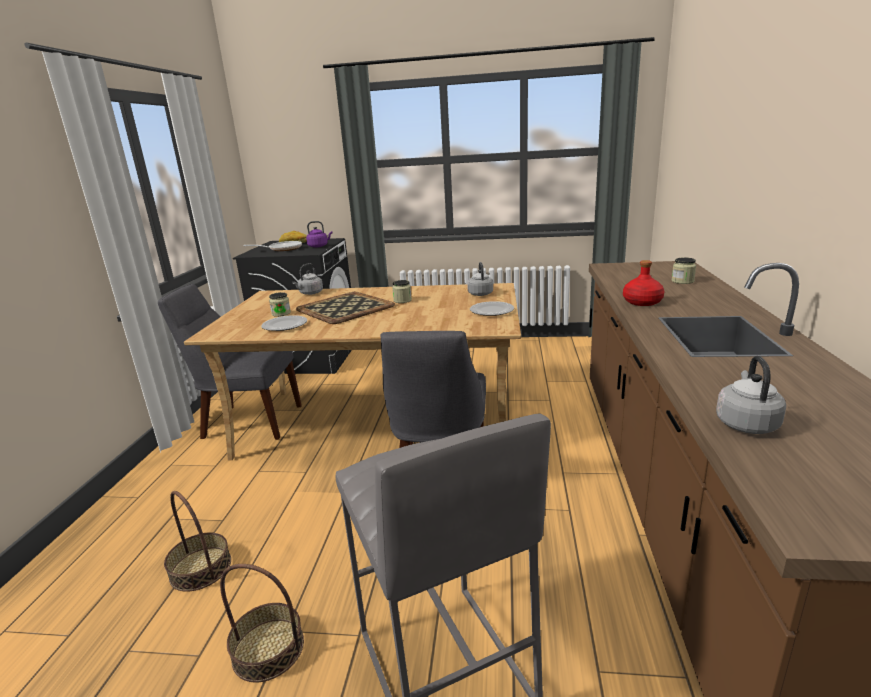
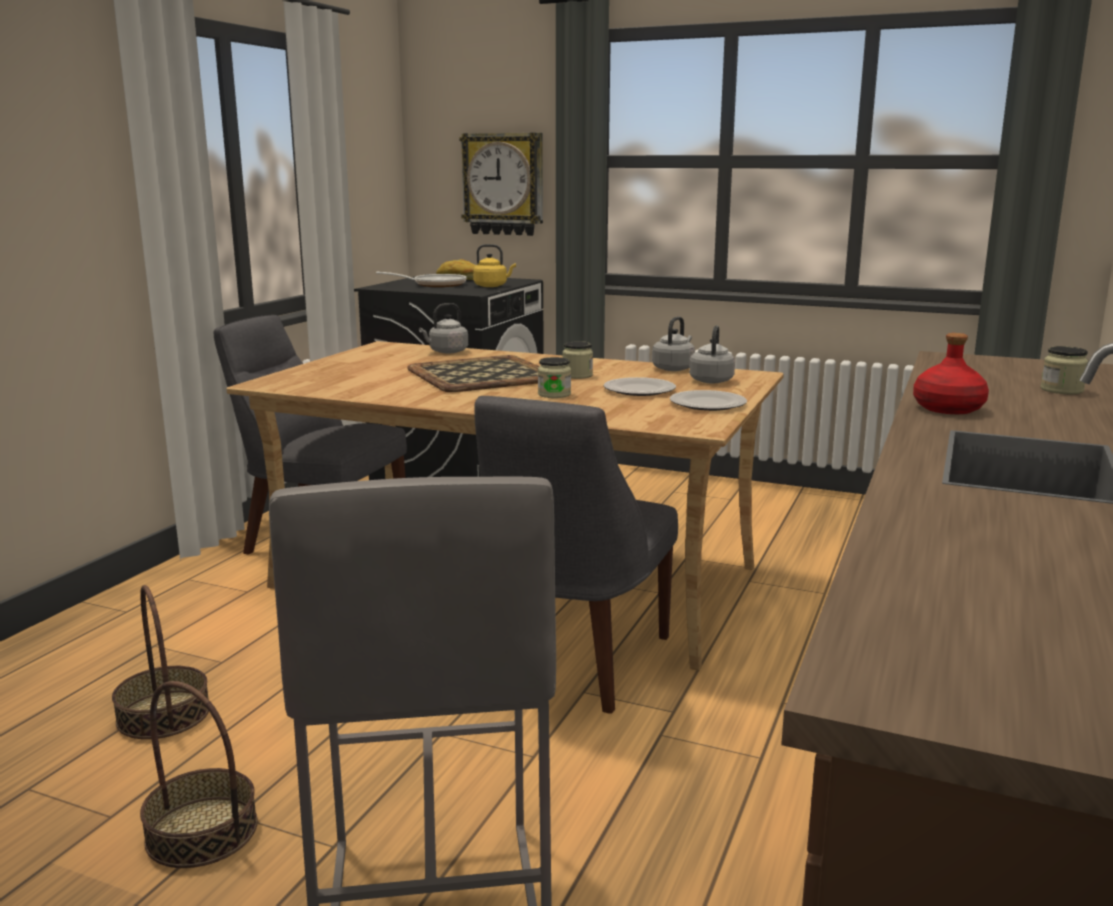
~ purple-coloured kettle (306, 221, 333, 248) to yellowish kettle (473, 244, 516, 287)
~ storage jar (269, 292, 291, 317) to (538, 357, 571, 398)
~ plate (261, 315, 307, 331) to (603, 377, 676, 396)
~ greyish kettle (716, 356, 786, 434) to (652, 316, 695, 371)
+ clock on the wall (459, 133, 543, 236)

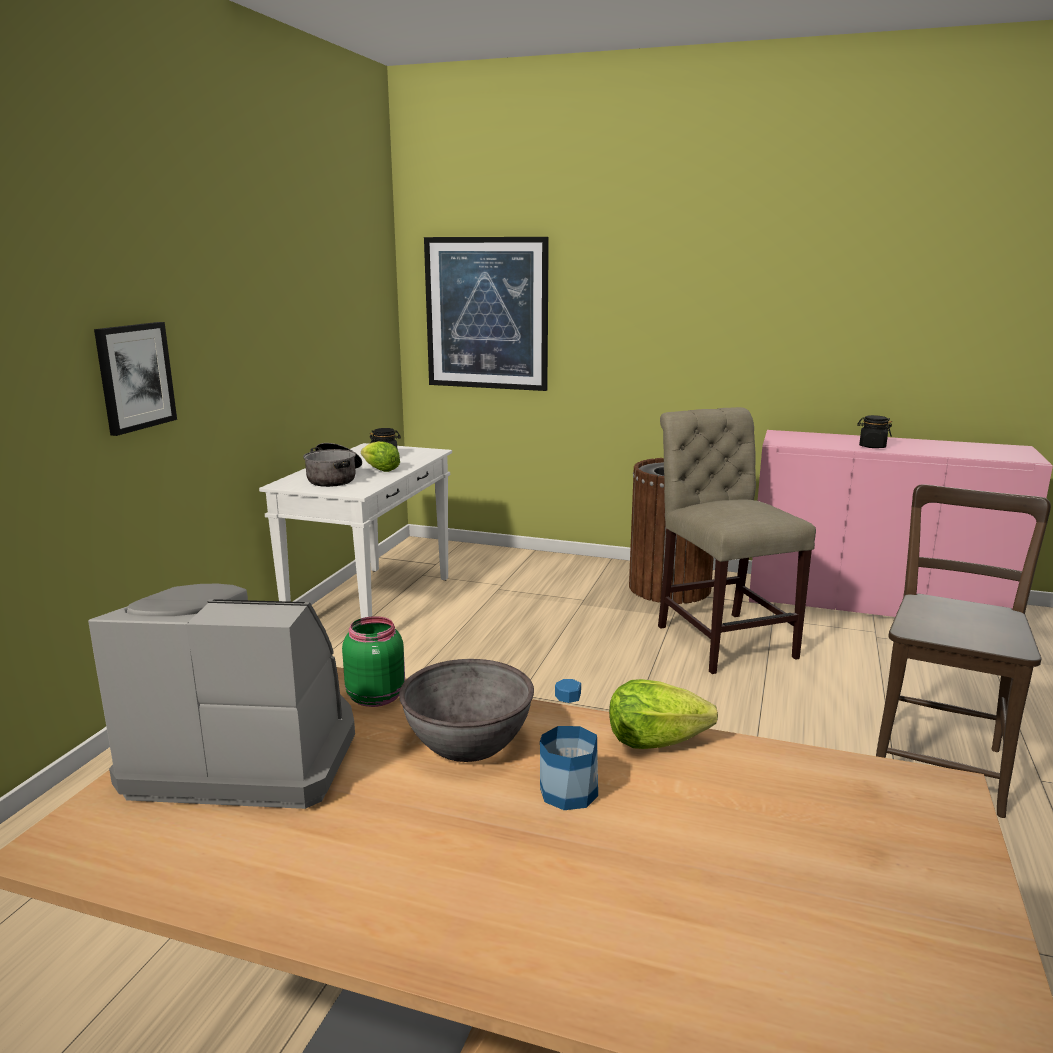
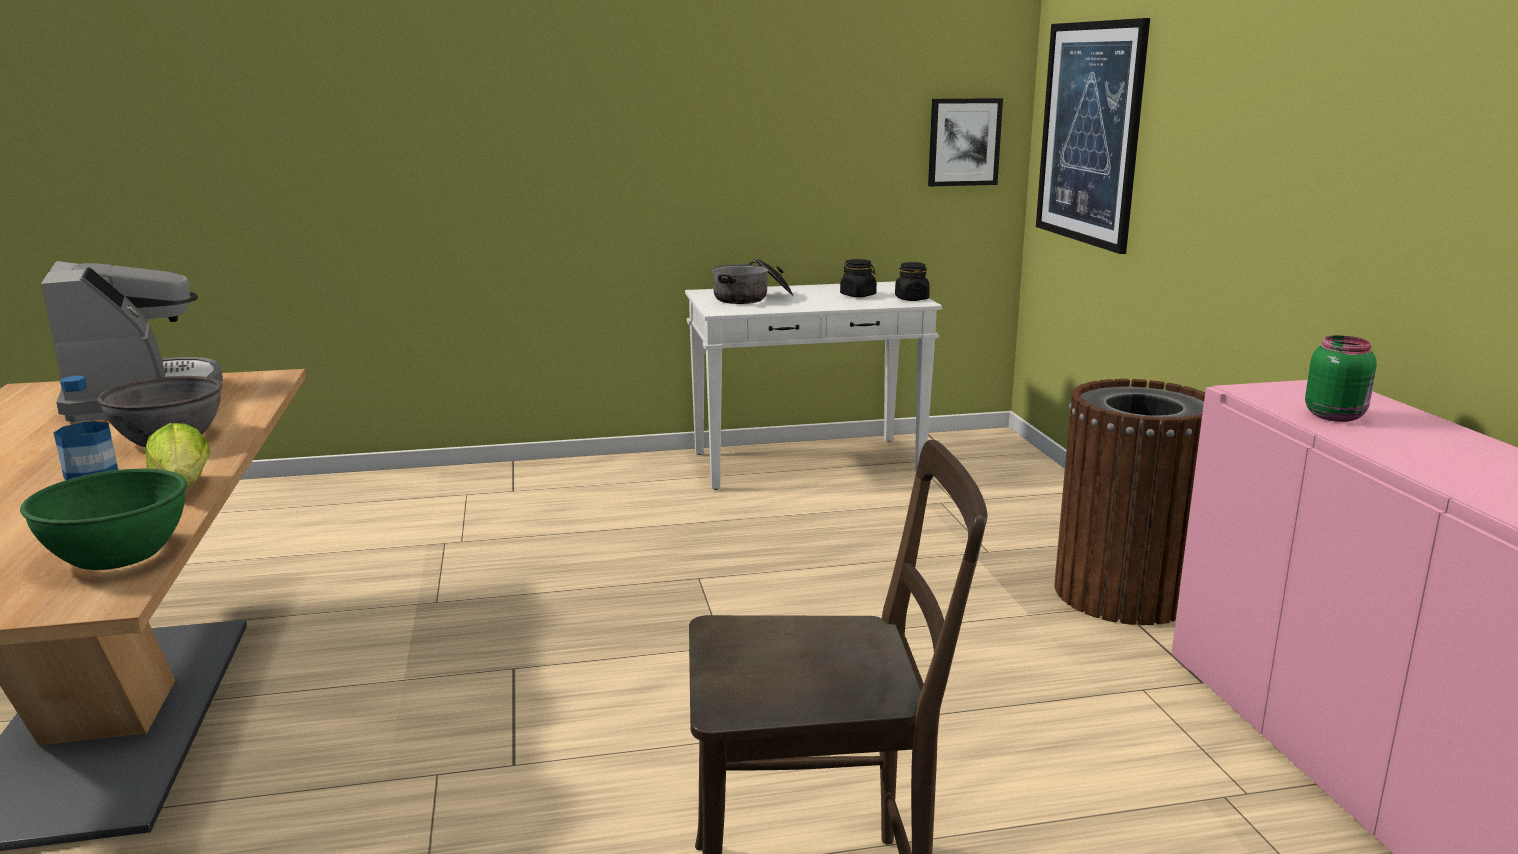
~ wall picture (94, 322, 177, 436) to (928, 98, 1003, 186)
- beige-coloured upright chair (658, 407, 816, 674)
~ blackish storage jar (857, 415, 892, 448) to (895, 262, 930, 301)
- lettuce (361, 441, 400, 472)
~ green storage jar (342, 616, 405, 707) to (1305, 336, 1377, 422)
+ green serving bowl (20, 469, 187, 570)

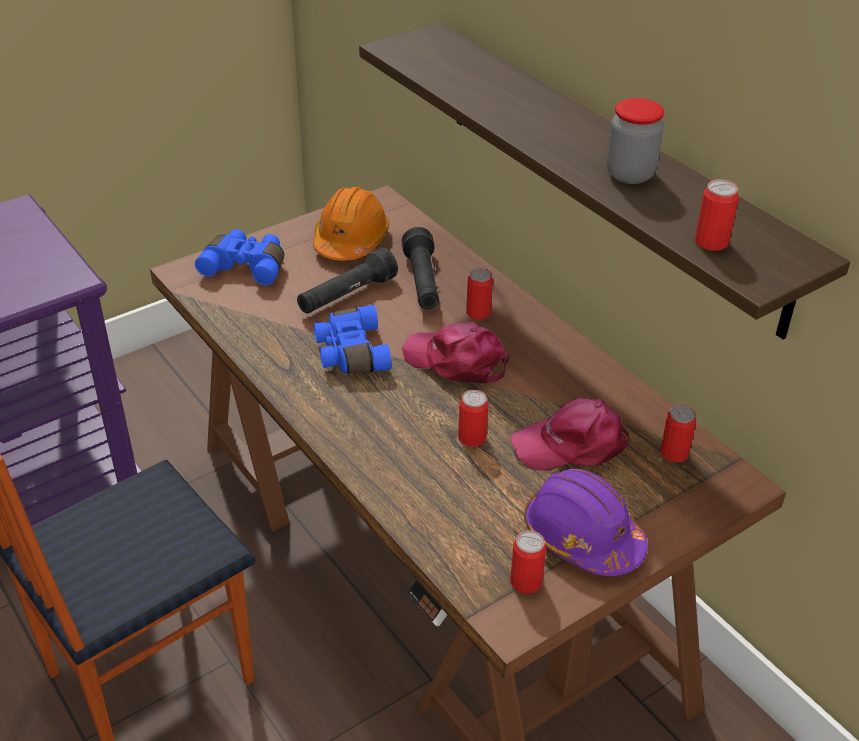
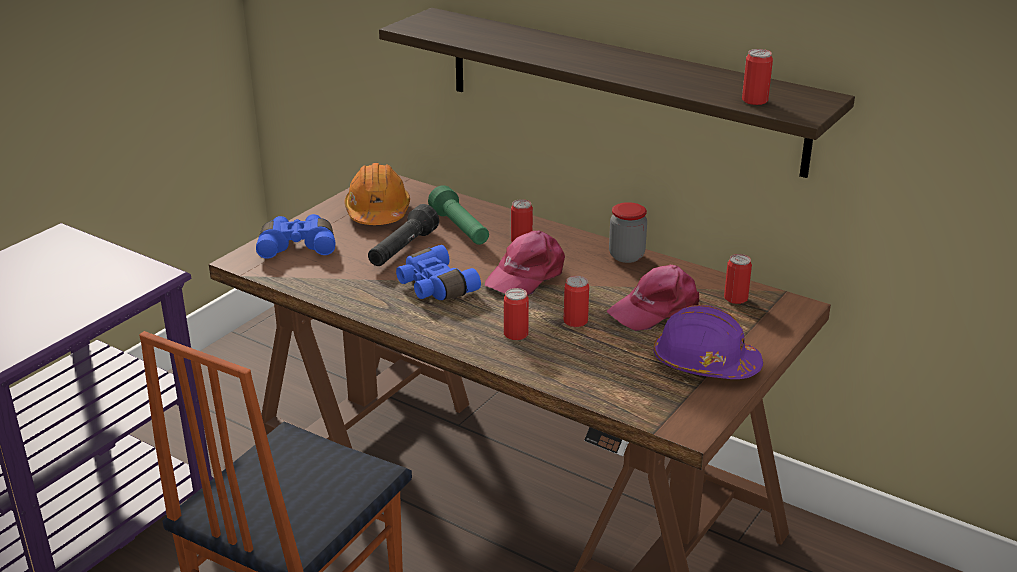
~ storage jar (607, 98, 665, 184) to (609, 202, 647, 263)
~ blackish hand torch (402, 227, 439, 309) to green hand torch (428, 185, 489, 245)
~ pink baseball cap (402, 322, 510, 383) = (485, 231, 565, 295) 60 degrees counterclockwise
~ metal can (510, 530, 546, 594) to (504, 288, 529, 340)

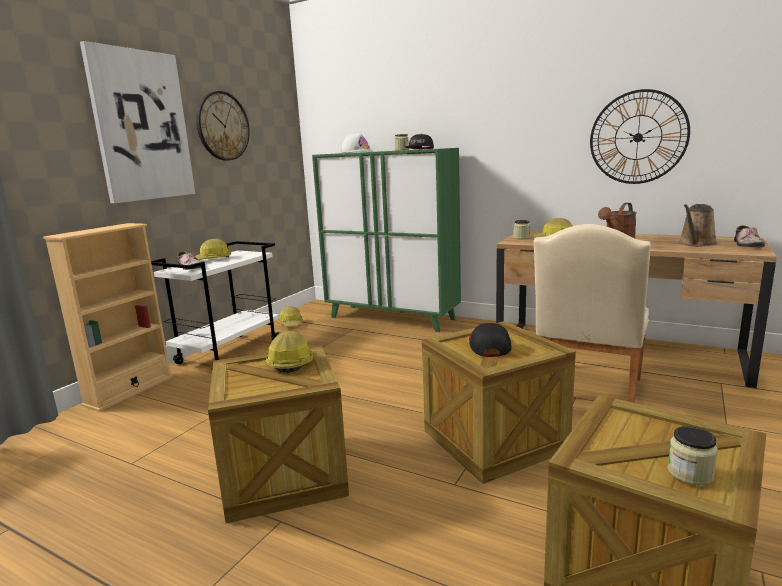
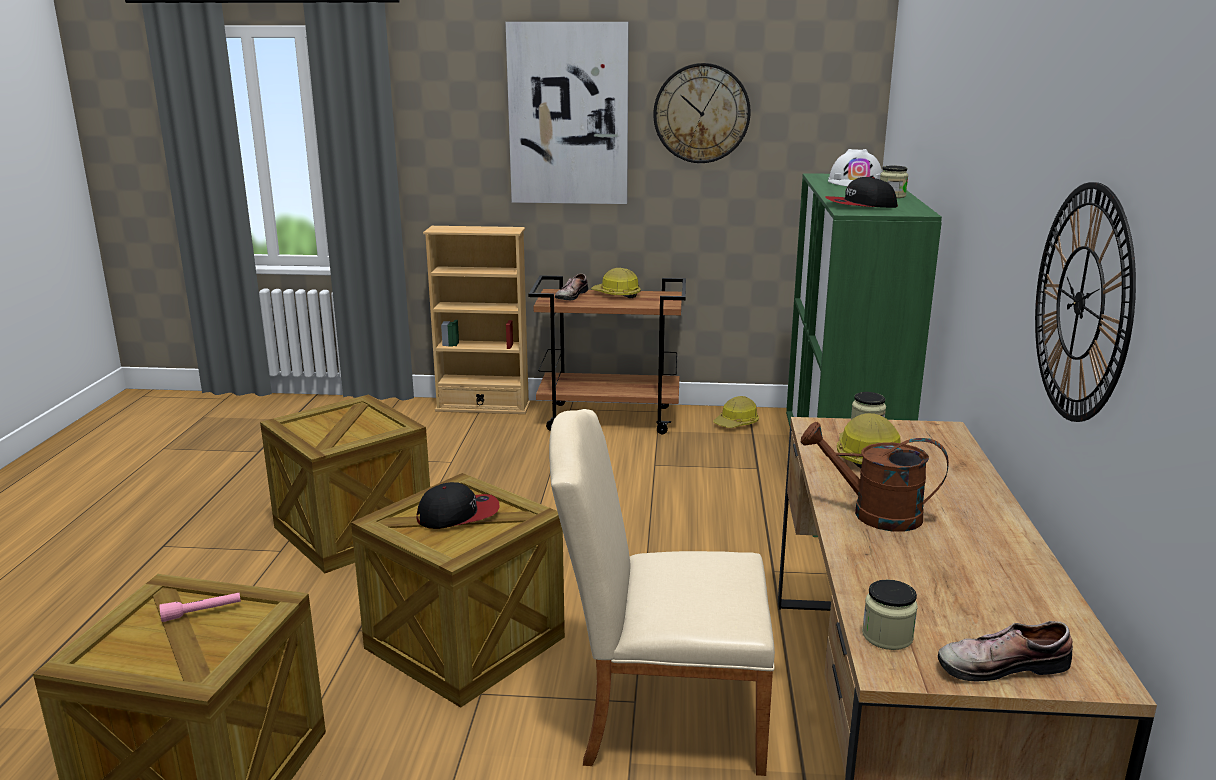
- brownish watering pot (678, 204, 718, 246)
~ white-coloured cart (151, 241, 280, 368) to brownish cart (529, 276, 686, 434)
- hard hat (265, 331, 313, 373)
~ storage jar (668, 426, 718, 485) to (862, 579, 918, 650)
+ pink hand torch (159, 593, 241, 622)

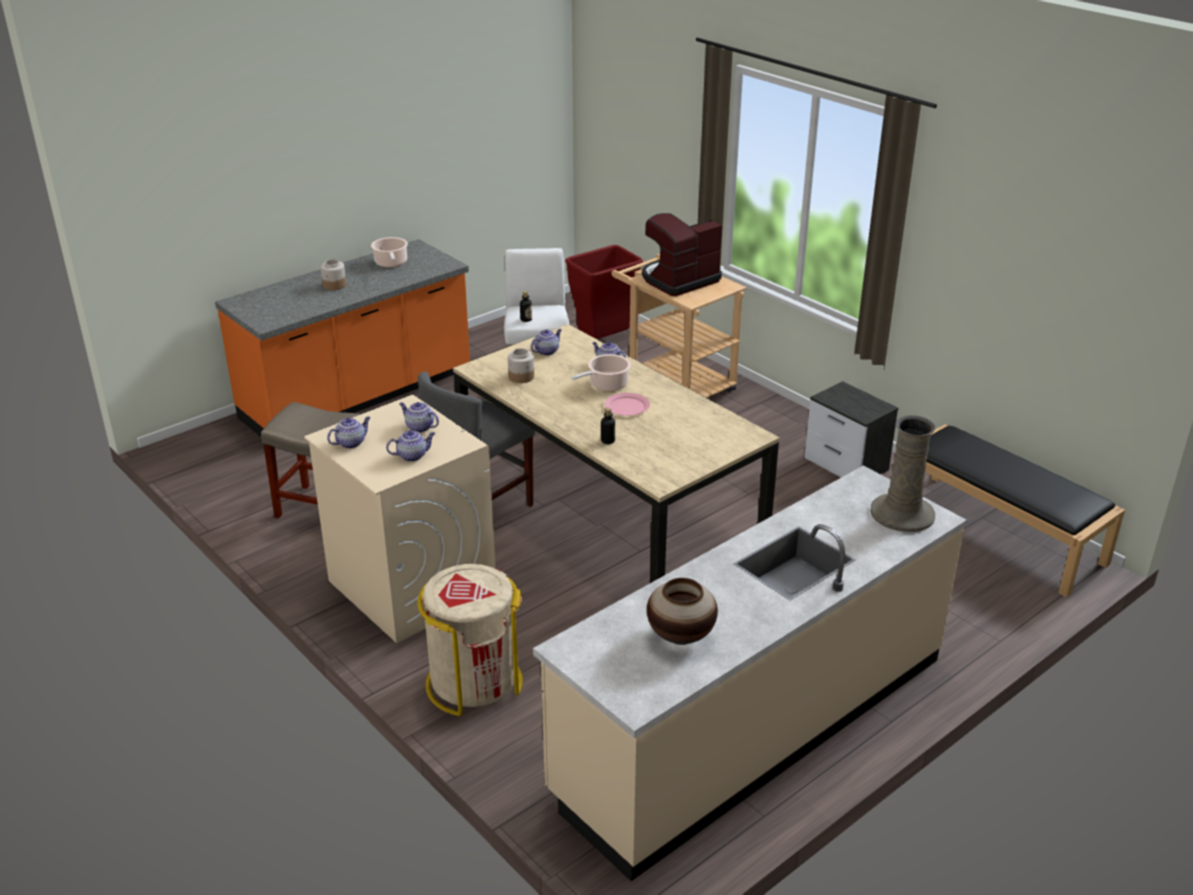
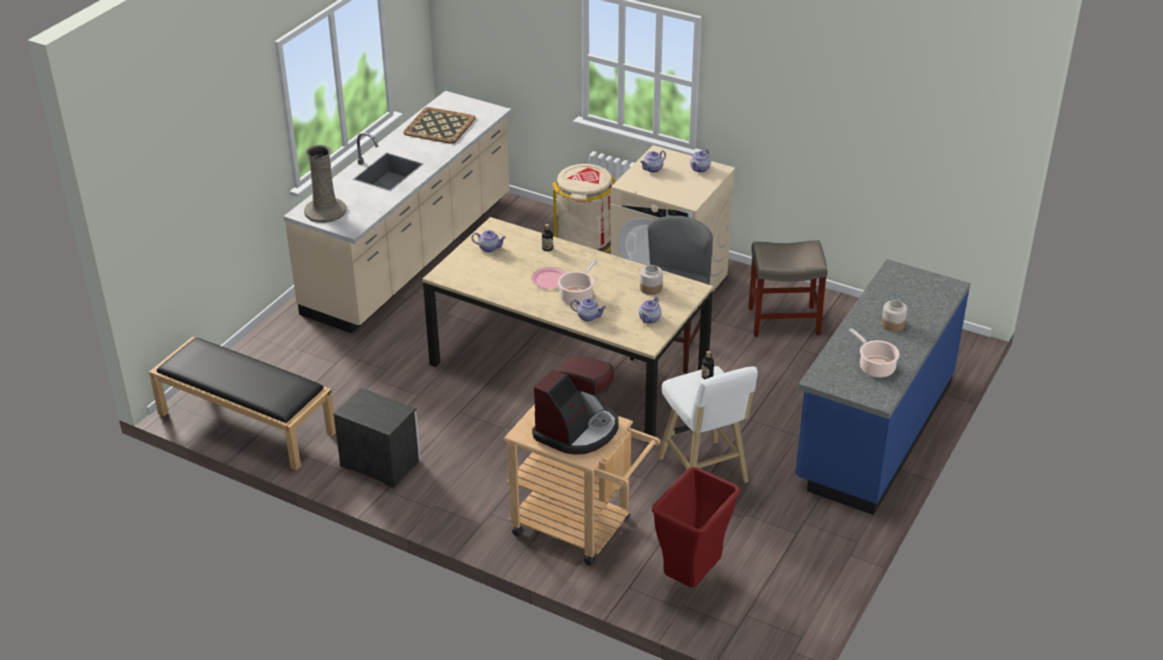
~ orange-coloured counter (215, 239, 470, 437) to blue-coloured counter (796, 259, 970, 515)
~ pot for tea (399, 402, 439, 433) to (472, 230, 506, 252)
~ vase (647, 578, 718, 645) to serving tray (403, 107, 476, 144)

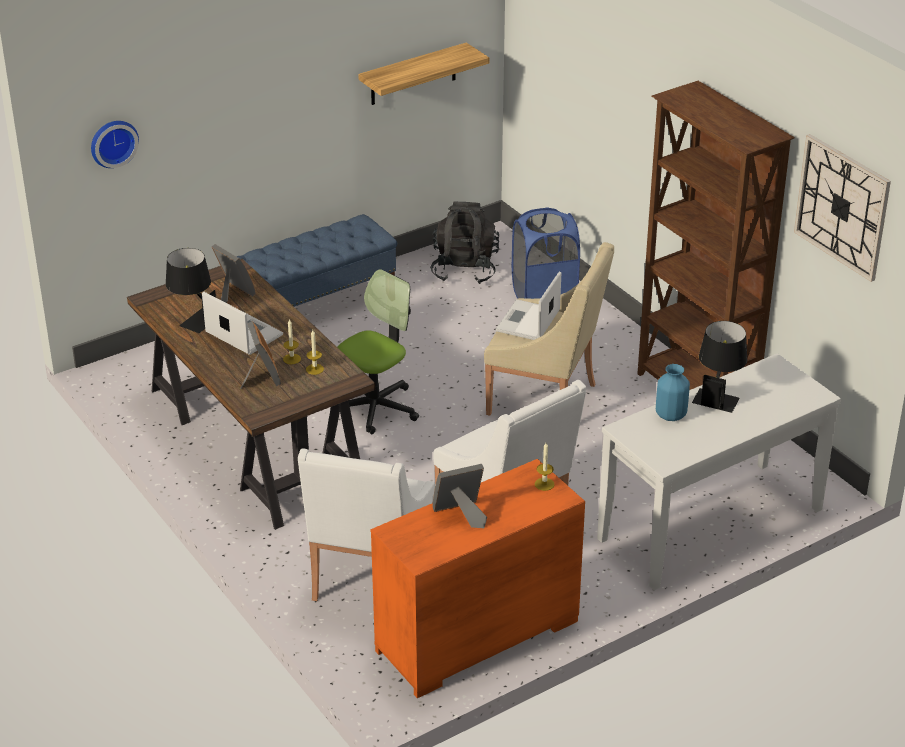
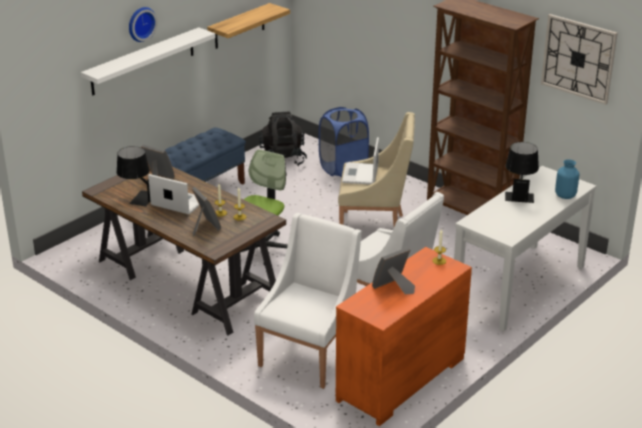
~ clock on the wall (91, 121, 139, 168) to (129, 7, 157, 42)
~ blue-coloured vase (656, 364, 690, 421) to (555, 159, 579, 199)
~ white-coloured lounge chair (298, 448, 435, 601) = (254, 213, 361, 389) 150 degrees counterclockwise
+ white-coloured shelf (81, 27, 216, 95)

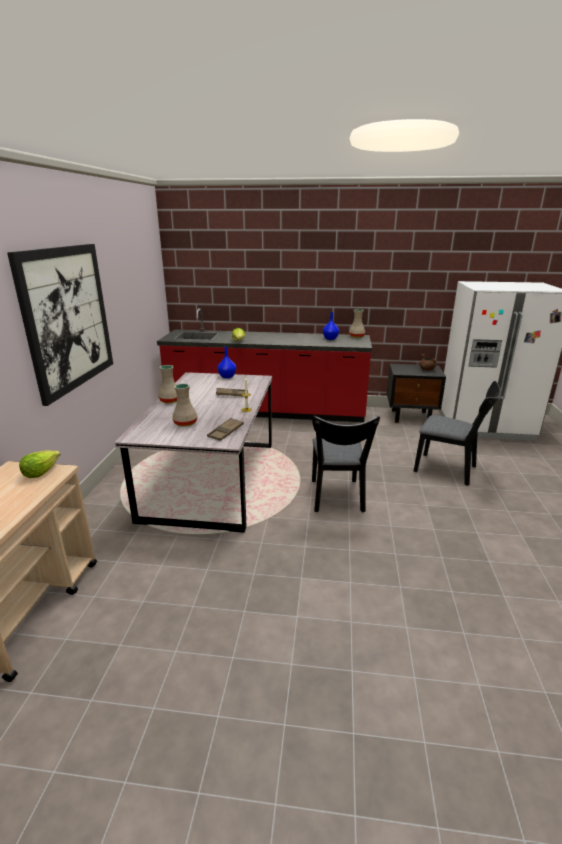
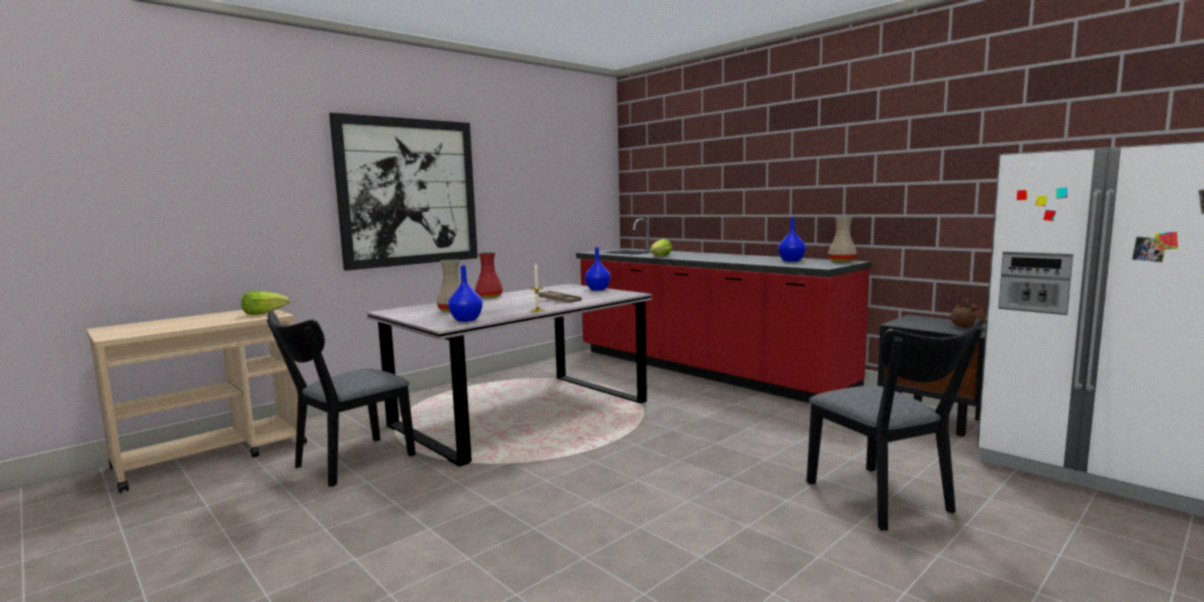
~ beige-coloured vase (158, 365, 177, 403) to red-coloured vase (475, 252, 503, 298)
~ blackish upright chair (312, 416, 380, 512) to (267, 310, 416, 487)
~ brownish serving tray (207, 418, 244, 441) to blue-coloured vase (448, 265, 483, 322)

